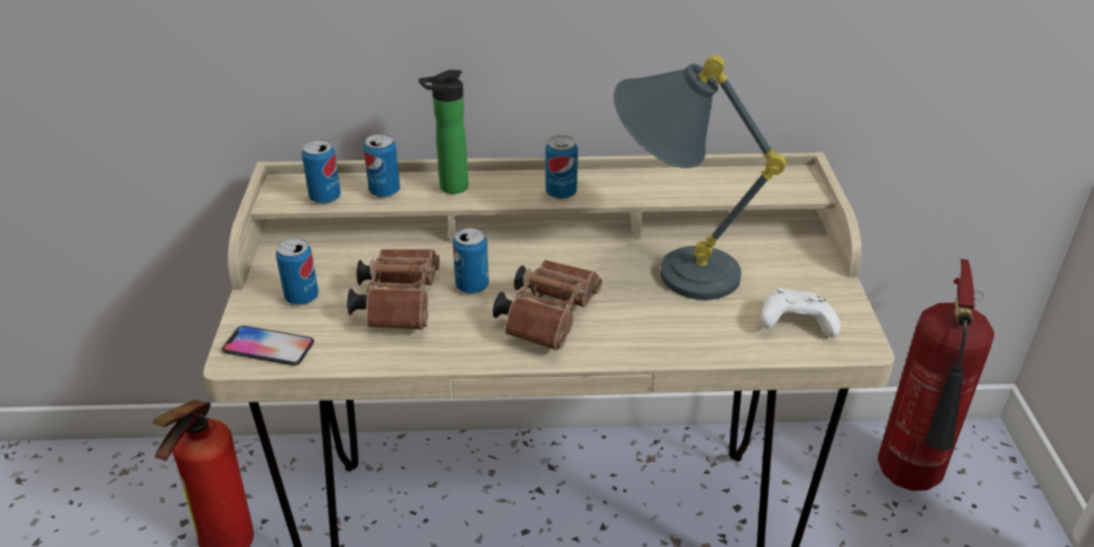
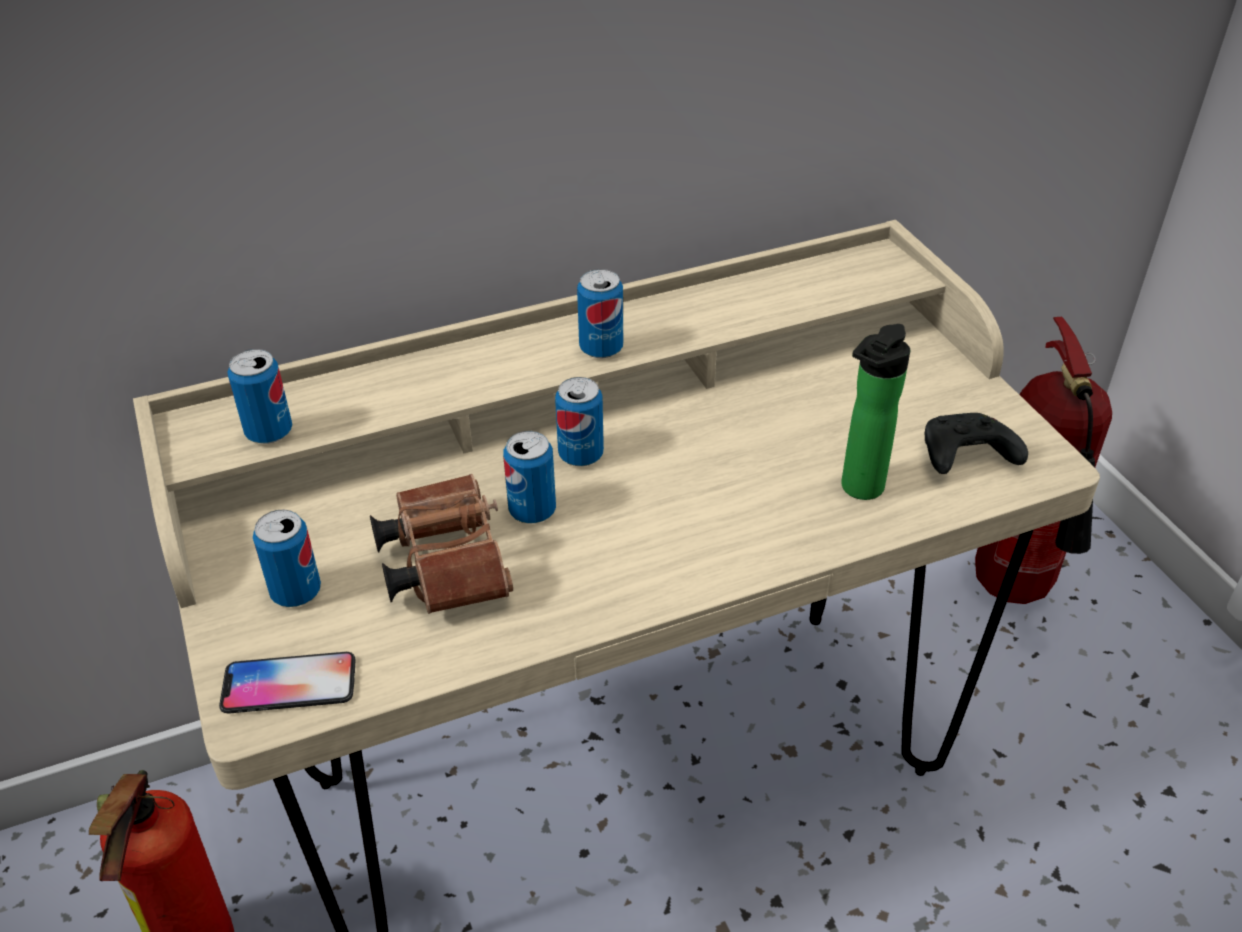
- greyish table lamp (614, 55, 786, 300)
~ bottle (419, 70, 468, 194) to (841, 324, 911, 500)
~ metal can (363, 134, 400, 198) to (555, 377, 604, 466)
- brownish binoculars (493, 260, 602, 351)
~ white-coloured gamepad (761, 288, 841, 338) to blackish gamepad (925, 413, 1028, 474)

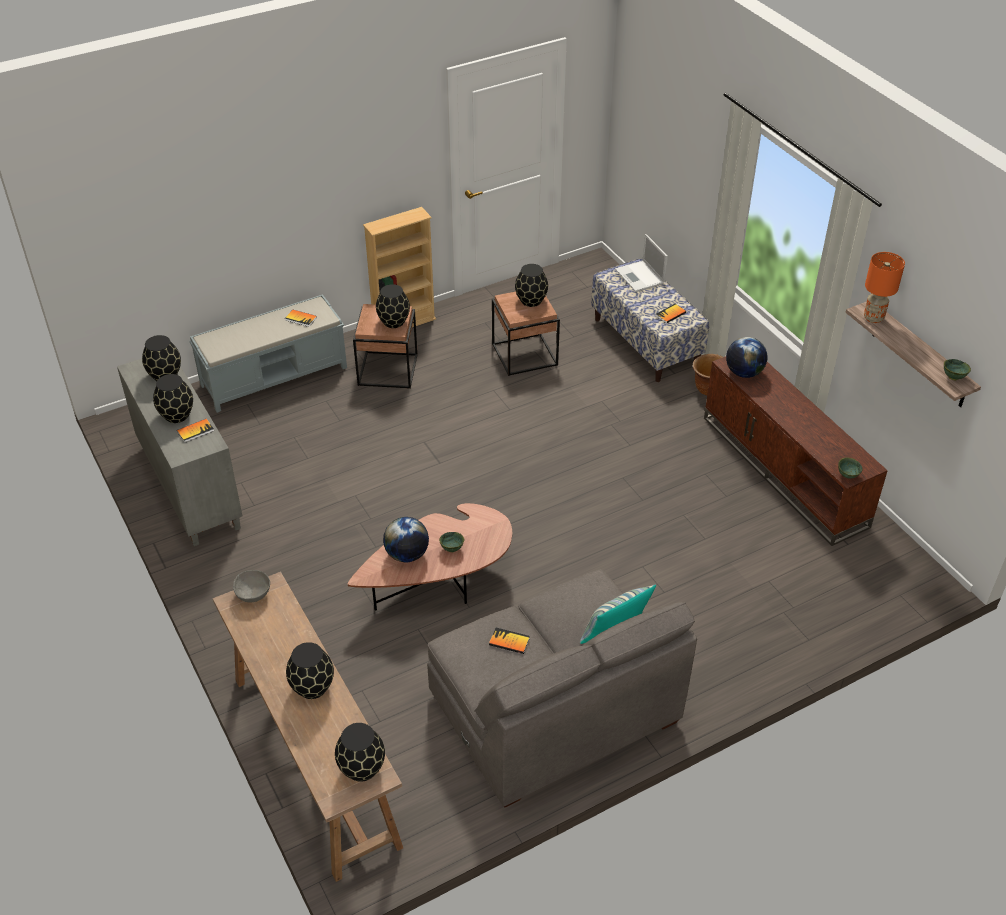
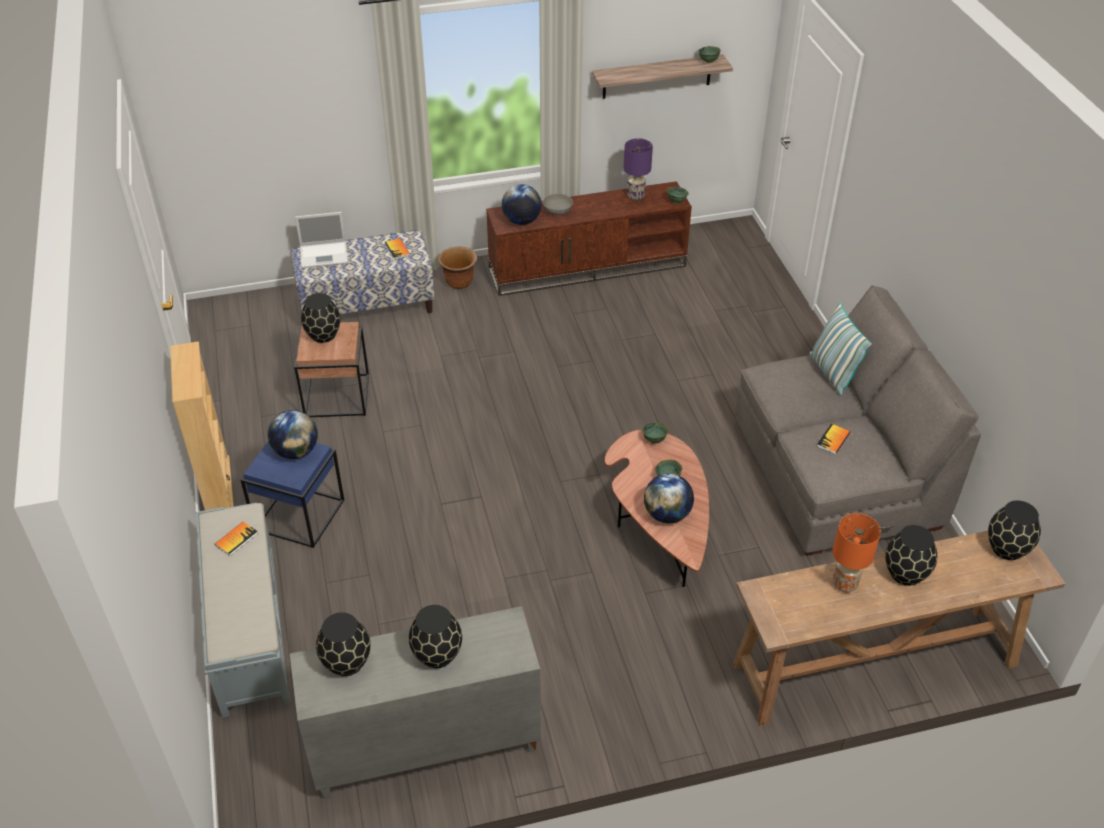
~ orange-coloured table lamp (864, 252, 905, 323) to (833, 513, 881, 592)
~ blackish vase (376, 284, 410, 328) to globe (268, 410, 318, 459)
~ brownish side table (353, 304, 418, 389) to blue-coloured side table (241, 441, 344, 548)
- volume (177, 418, 214, 443)
~ greyish serving bowl (233, 570, 270, 602) to (543, 194, 573, 215)
+ purple-coloured table lamp (624, 138, 653, 201)
+ green serving bowl (642, 423, 668, 444)

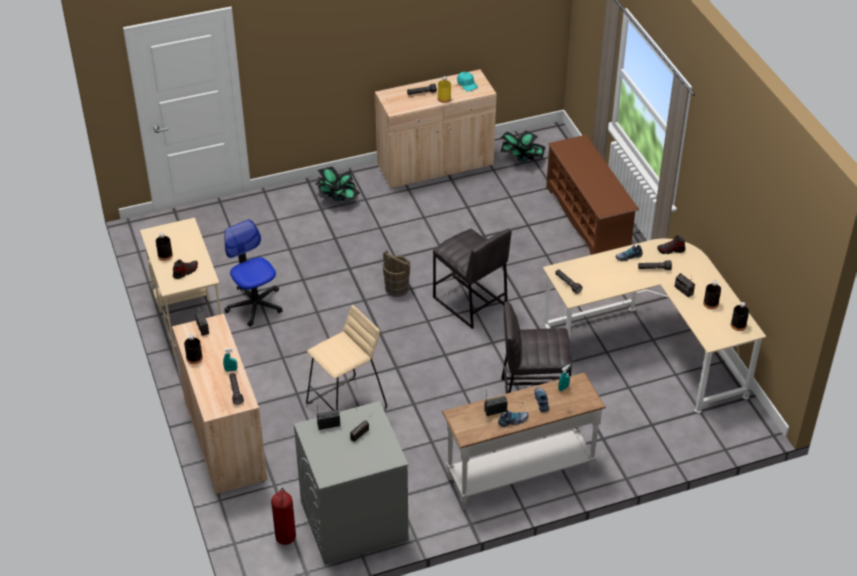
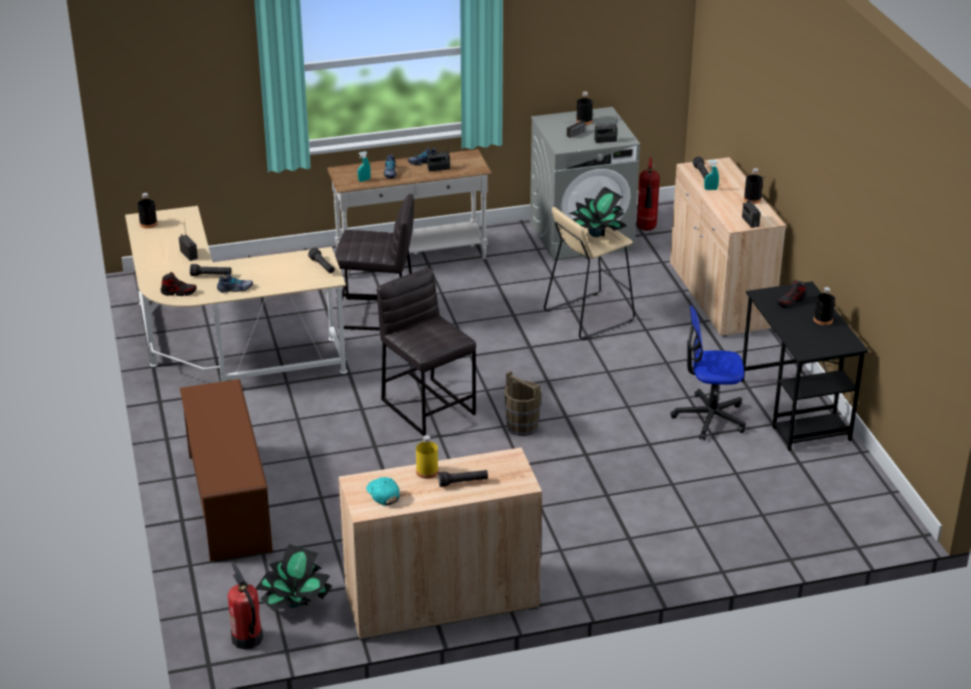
~ plant in a pot (316, 166, 360, 203) to (569, 187, 627, 237)
~ beige-coloured desk unit (140, 218, 221, 356) to blackish desk unit (741, 281, 868, 451)
~ computer chair (224, 220, 283, 327) = (670, 305, 746, 440) 120 degrees clockwise
~ blackish bottle (703, 280, 721, 309) to (576, 92, 593, 125)
+ extinguisher (228, 562, 263, 650)

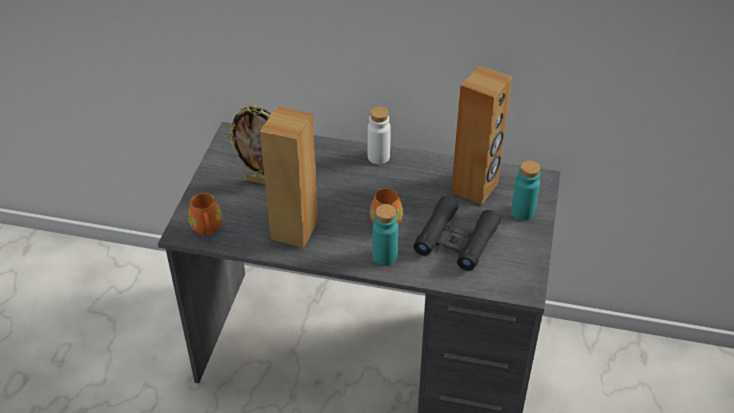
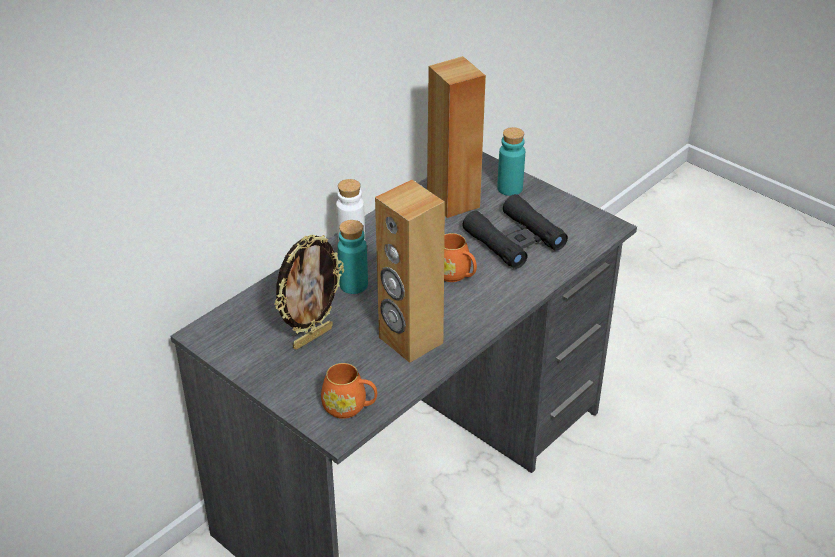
~ blue-green bottle (373, 204, 398, 266) to (338, 220, 368, 294)

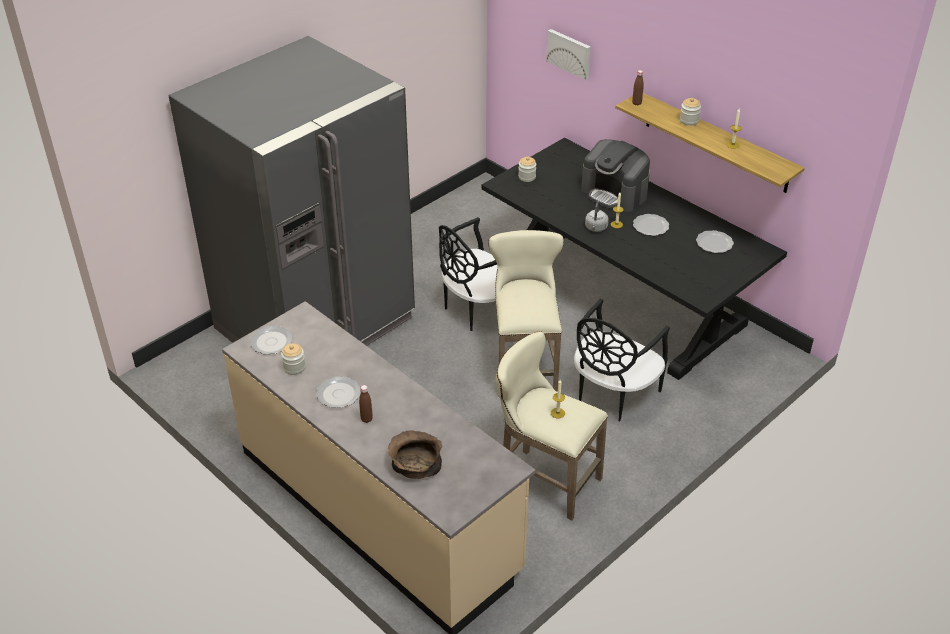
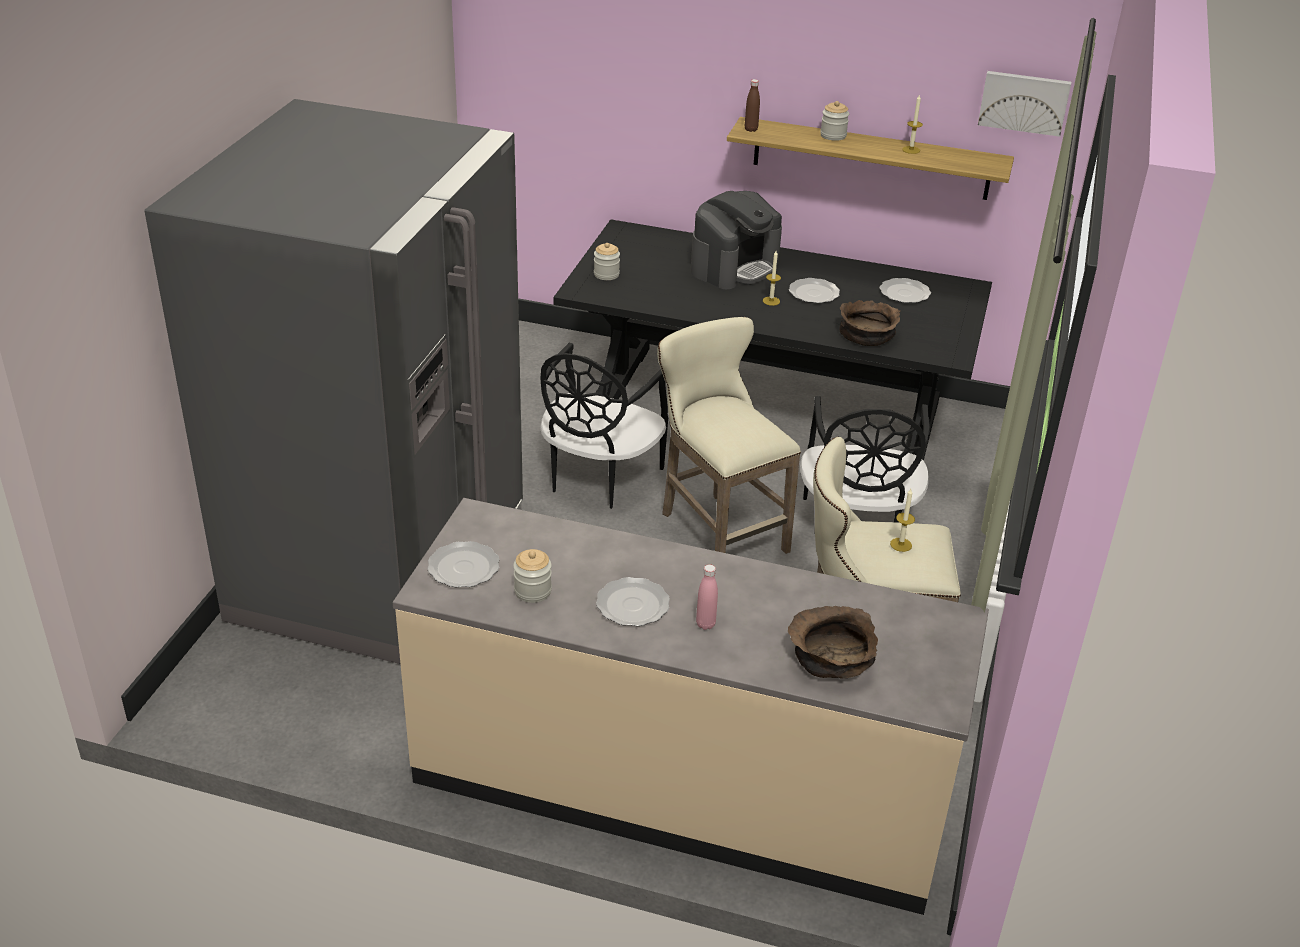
~ wall picture (546, 29, 591, 80) to (978, 71, 1071, 137)
~ coffee maker (581, 139, 650, 212) = (691, 191, 782, 289) 60 degrees counterclockwise
- greyish kettle (585, 201, 609, 232)
~ brownish bottle (359, 385, 373, 423) to pink bottle (696, 564, 718, 630)
+ brownish serving bowl (839, 300, 901, 346)

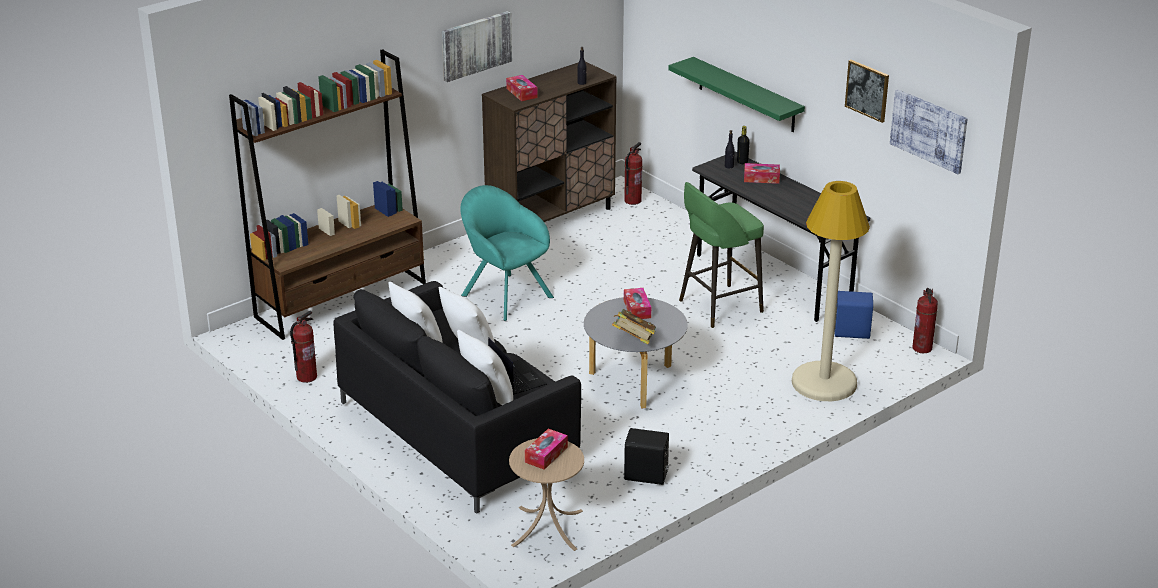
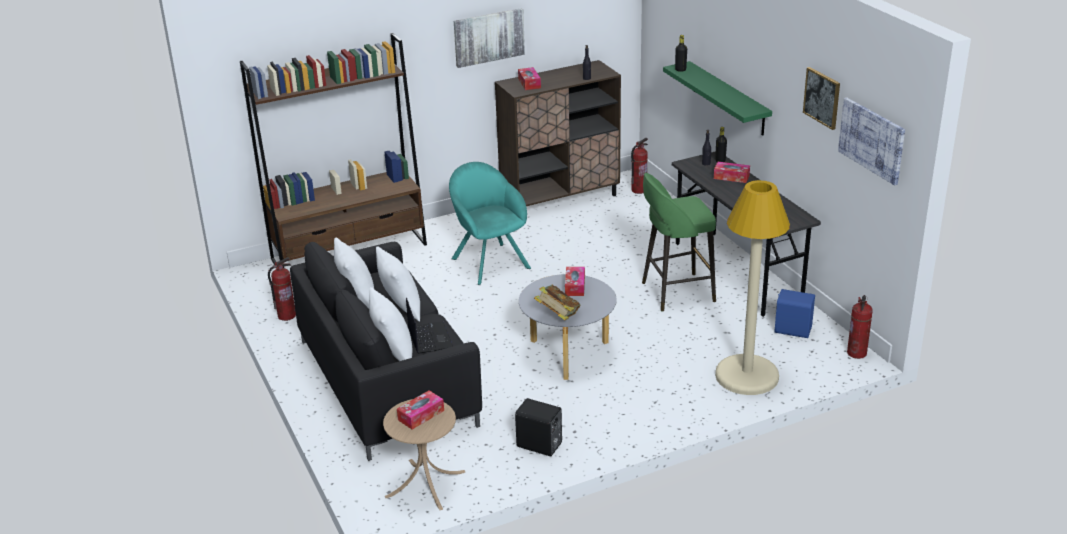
+ blackish bottle (675, 35, 687, 72)

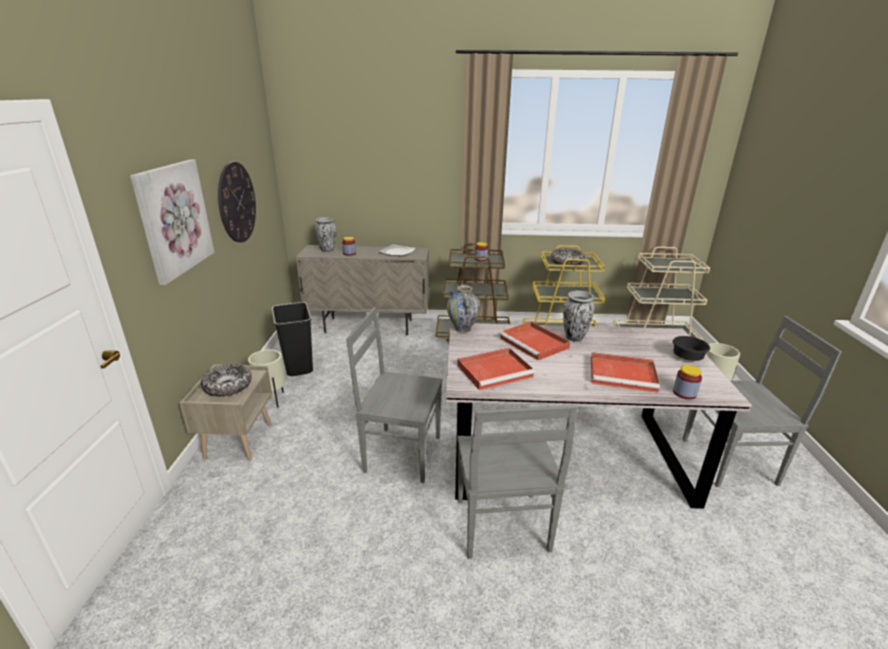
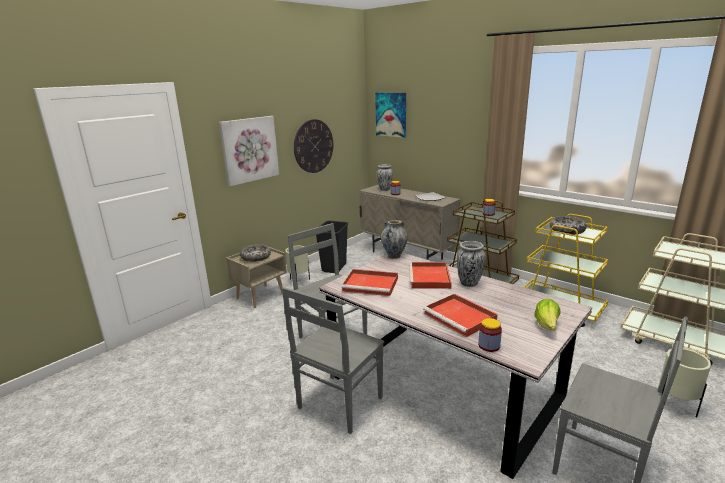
~ blackish serving bowl (673, 336, 710, 361) to lettuce (534, 298, 561, 331)
+ wall picture (375, 92, 406, 138)

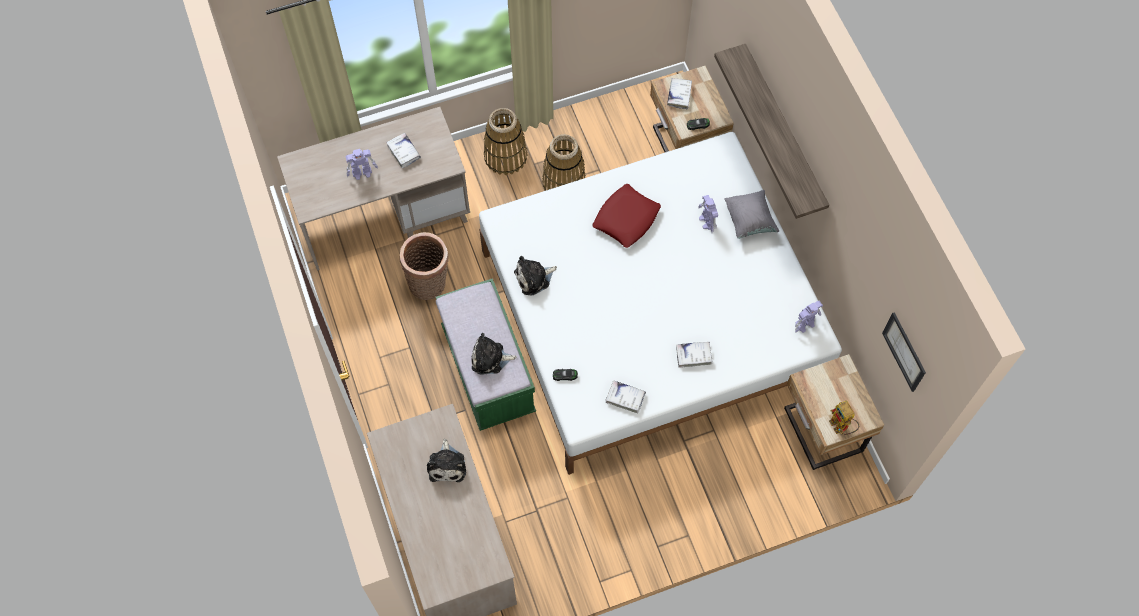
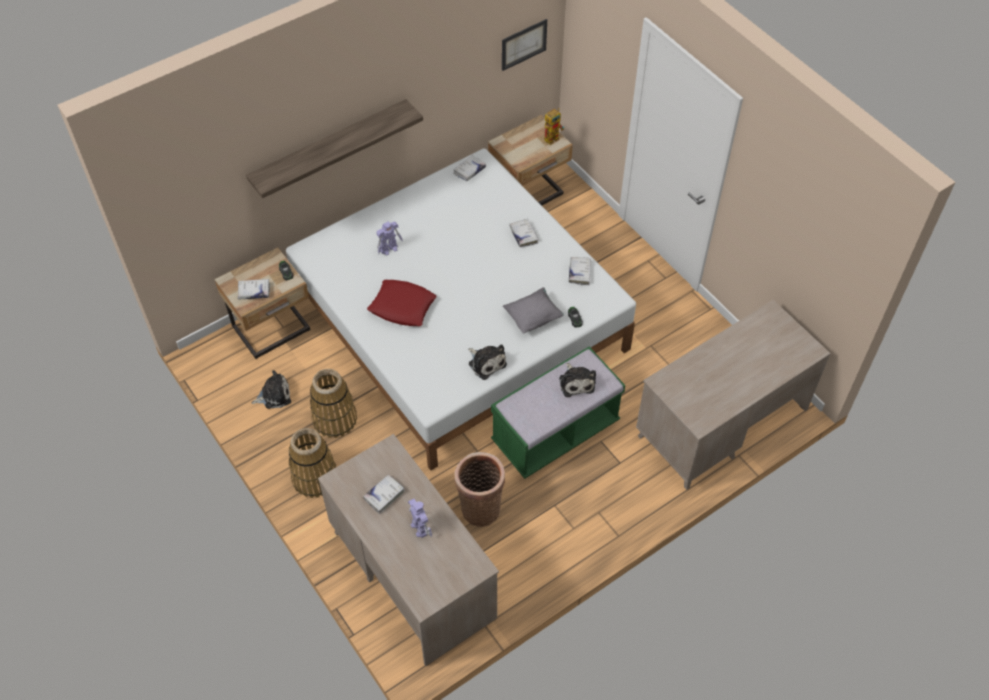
~ greyish cushion (725, 190, 779, 239) to (503, 287, 564, 334)
~ model robot (795, 301, 823, 333) to white-coloured volume (453, 155, 486, 181)
~ plush toy (427, 439, 466, 482) to (252, 370, 291, 409)

